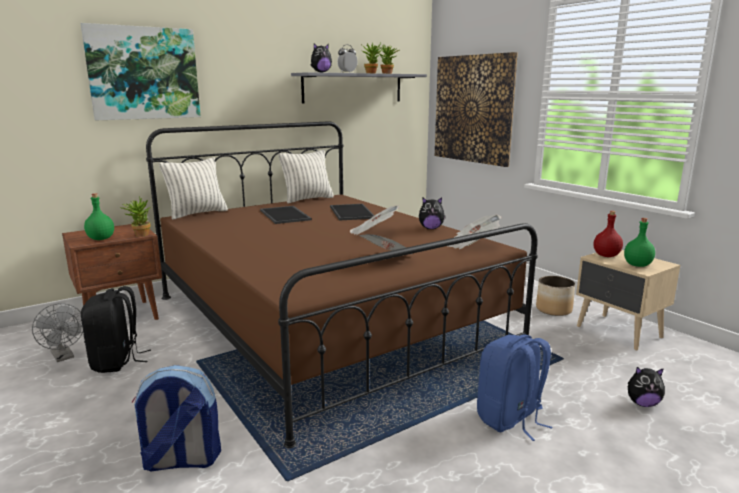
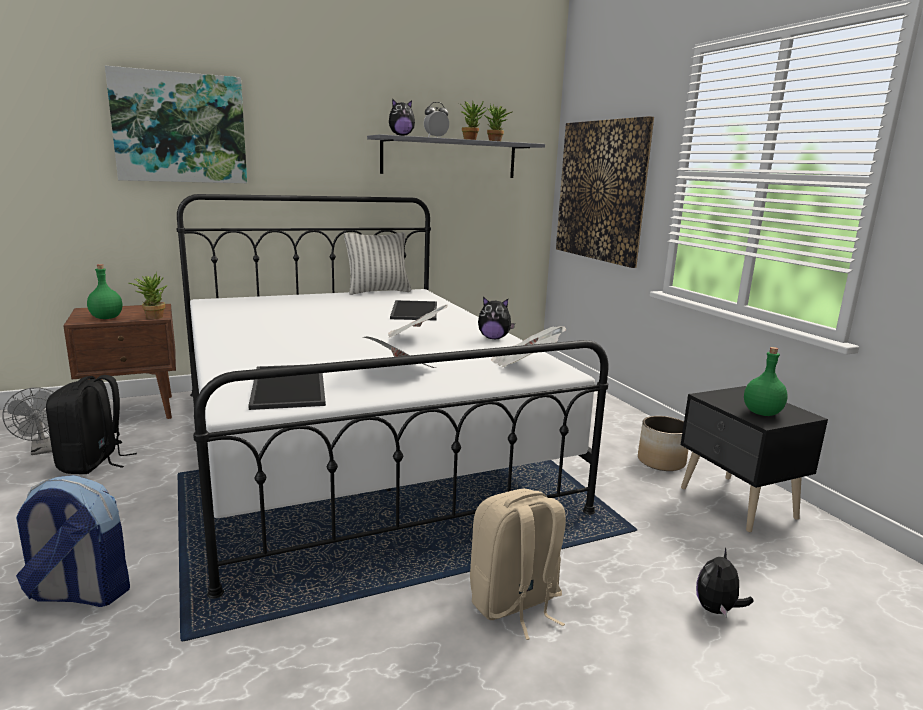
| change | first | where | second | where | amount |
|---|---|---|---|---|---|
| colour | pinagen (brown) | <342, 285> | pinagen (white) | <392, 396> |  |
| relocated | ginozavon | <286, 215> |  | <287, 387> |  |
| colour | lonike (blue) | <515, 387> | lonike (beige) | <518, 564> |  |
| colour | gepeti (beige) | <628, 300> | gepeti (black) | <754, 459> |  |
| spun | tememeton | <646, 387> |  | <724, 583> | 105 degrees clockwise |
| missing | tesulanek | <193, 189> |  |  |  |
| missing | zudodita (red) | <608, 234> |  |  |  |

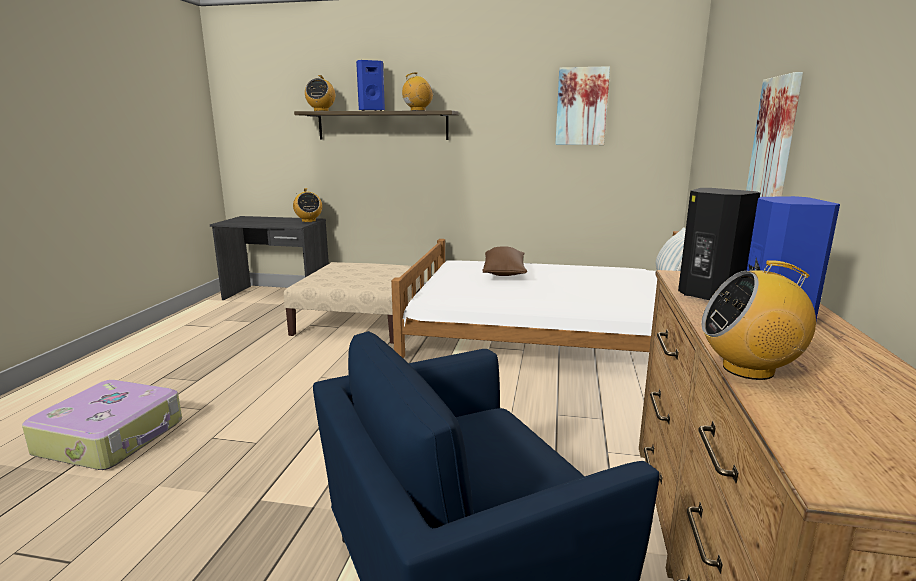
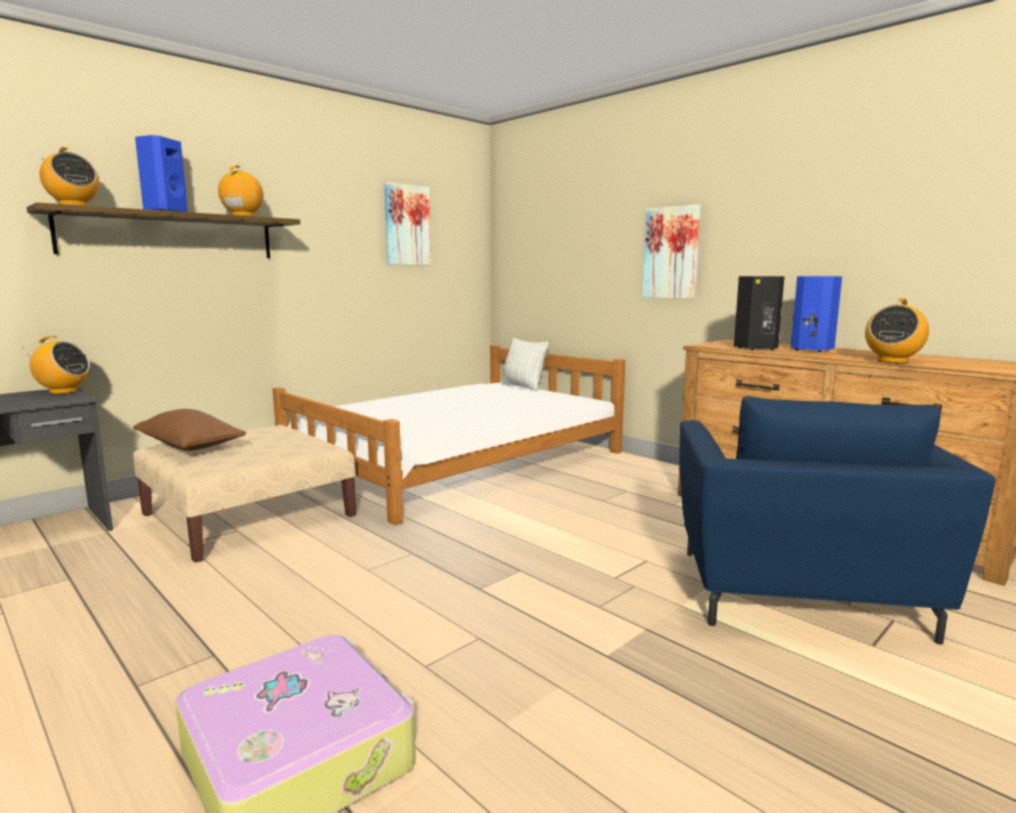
| change | first | where | second | where | amount |
|---|---|---|---|---|---|
| relocated | tesulanek (brown) | <505, 261> |  | <189, 430> |  |

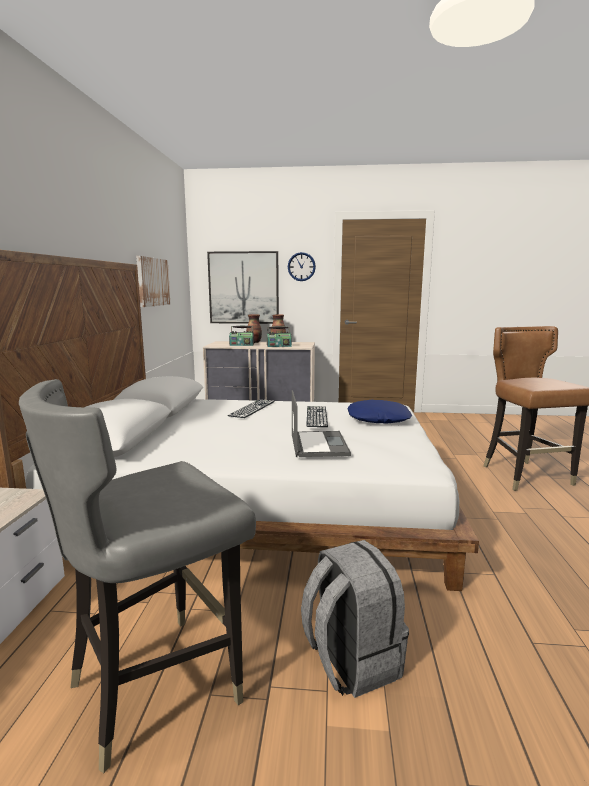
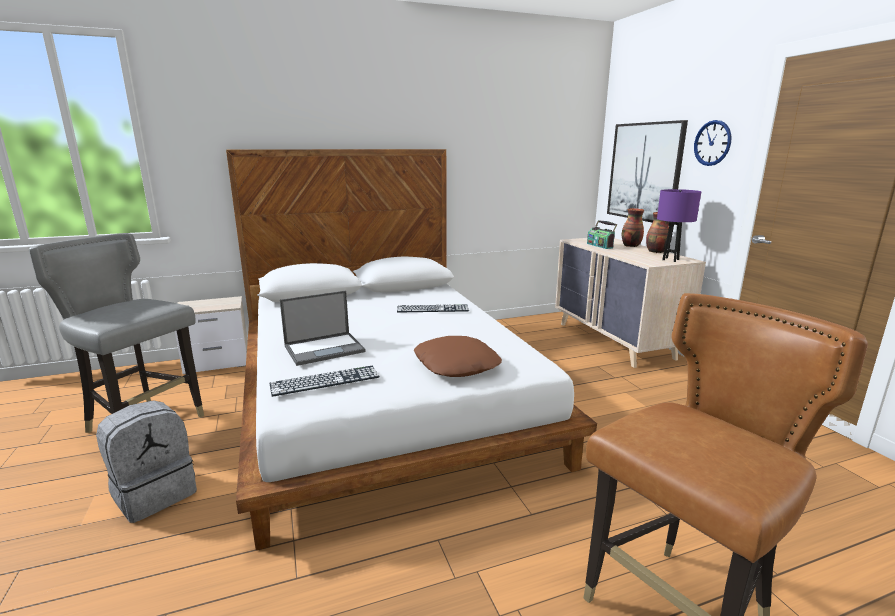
| change | first | where | second | where | amount |
|---|---|---|---|---|---|
| relocated | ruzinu | <317, 416> |  | <325, 381> |  |
| colour | tesulanek (blue) | <379, 412> | tesulanek (brown) | <458, 356> |  |
| appeared |  |  | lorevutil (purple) | <679, 225> |  |
| missing | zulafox | <153, 281> |  |  |  |
| missing | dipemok | <279, 336> |  |  |  |

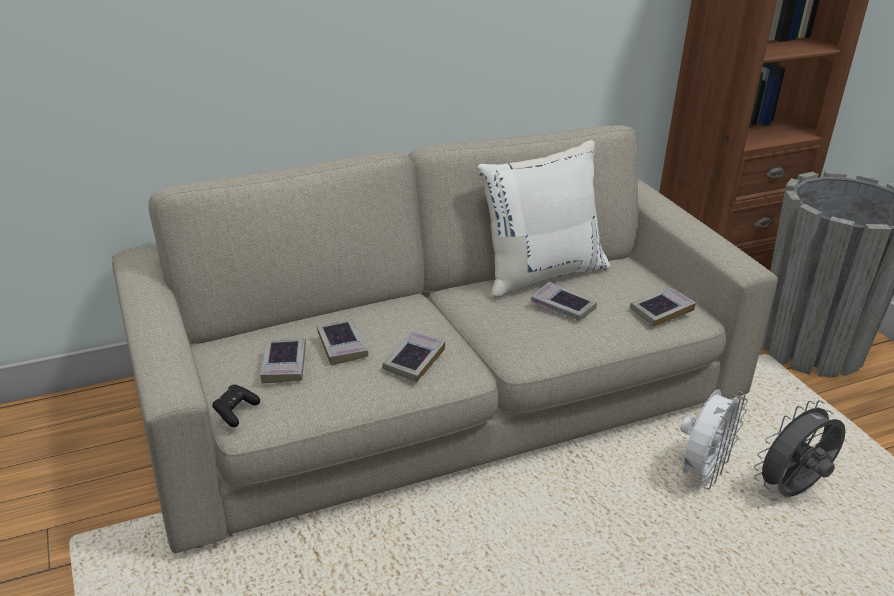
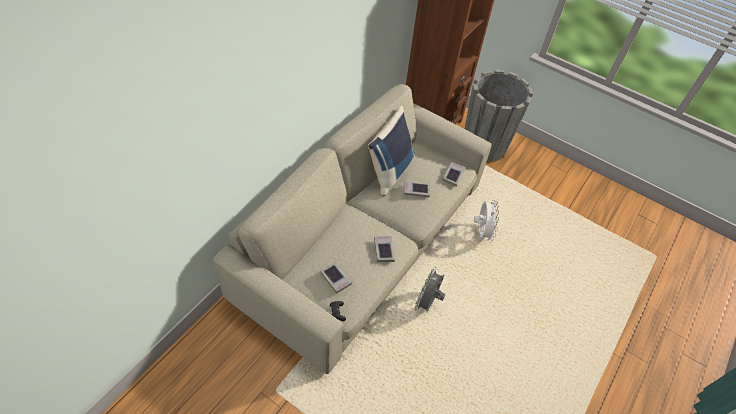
| change | first | where | second | where | amount |
|---|---|---|---|---|---|
| colour | tesulanek (white) | <544, 219> | tesulanek (blue) | <391, 150> |  |
| relocated | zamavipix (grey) | <800, 448> |  | <430, 290> |  |
| missing | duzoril | <343, 342> |  |  |  |

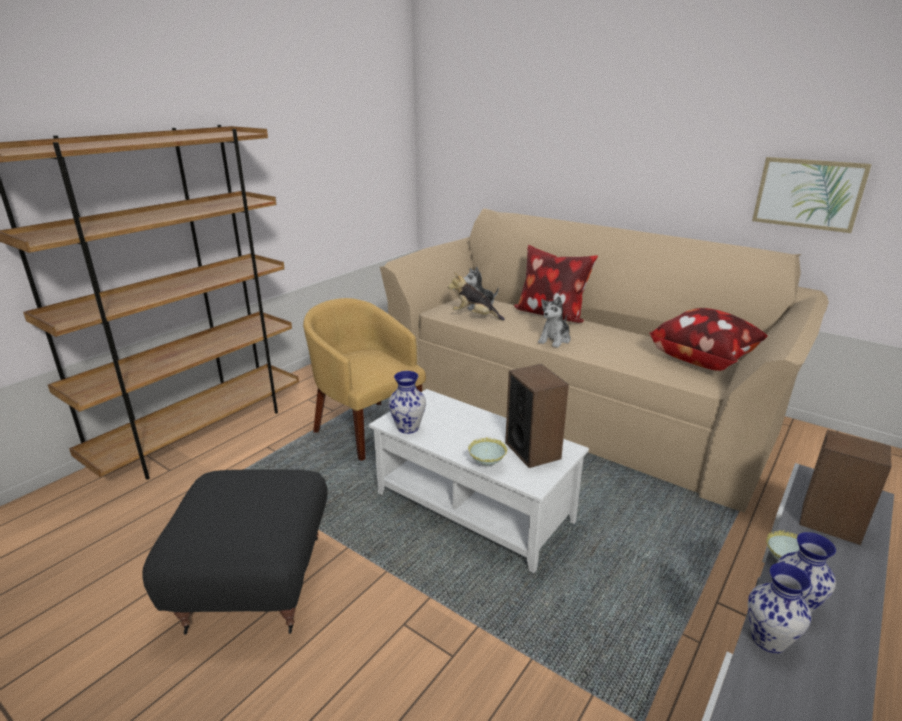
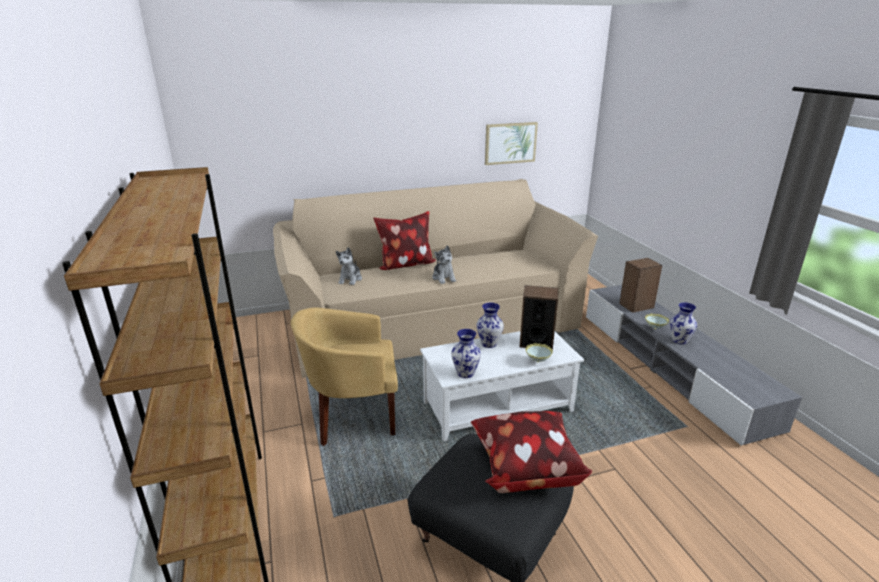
| change | first | where | second | where | amount |
|---|---|---|---|---|---|
| relocated | tesulanek | <708, 339> |  | <531, 452> |  |
| relocated | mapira | <779, 608> |  | <490, 325> |  |
| missing | tememeton | <476, 296> |  |  |  |

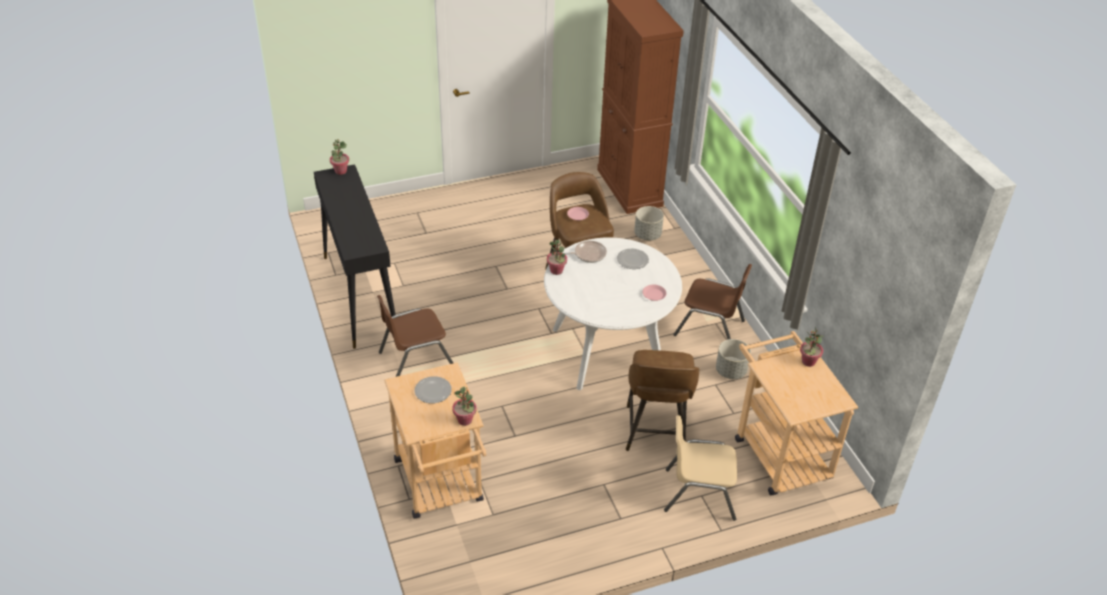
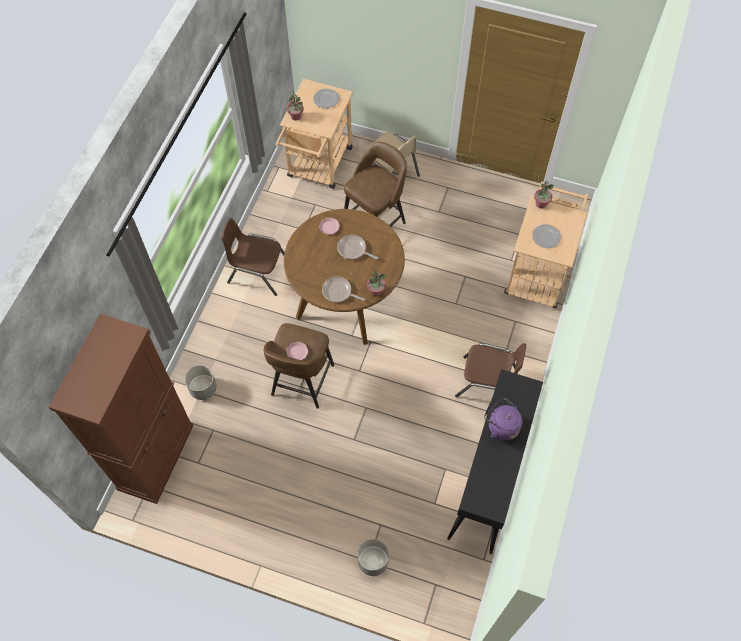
| change | first | where | second | where | amount |
|---|---|---|---|---|---|
| spun | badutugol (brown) | <712, 301> |  | <253, 257> | 45 degrees counterclockwise |
| colour | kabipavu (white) | <613, 313> | kabipavu (brown) | <344, 277> |  |
| relocated | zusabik | <633, 259> |  | <326, 99> |  |
| appeared |  |  | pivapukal | <357, 247> |  |
| relocated | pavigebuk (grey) | <733, 359> |  | <373, 557> |  |
| appeared |  |  | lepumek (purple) | <503, 419> |  |
| missing | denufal | <339, 157> |  |  |  |

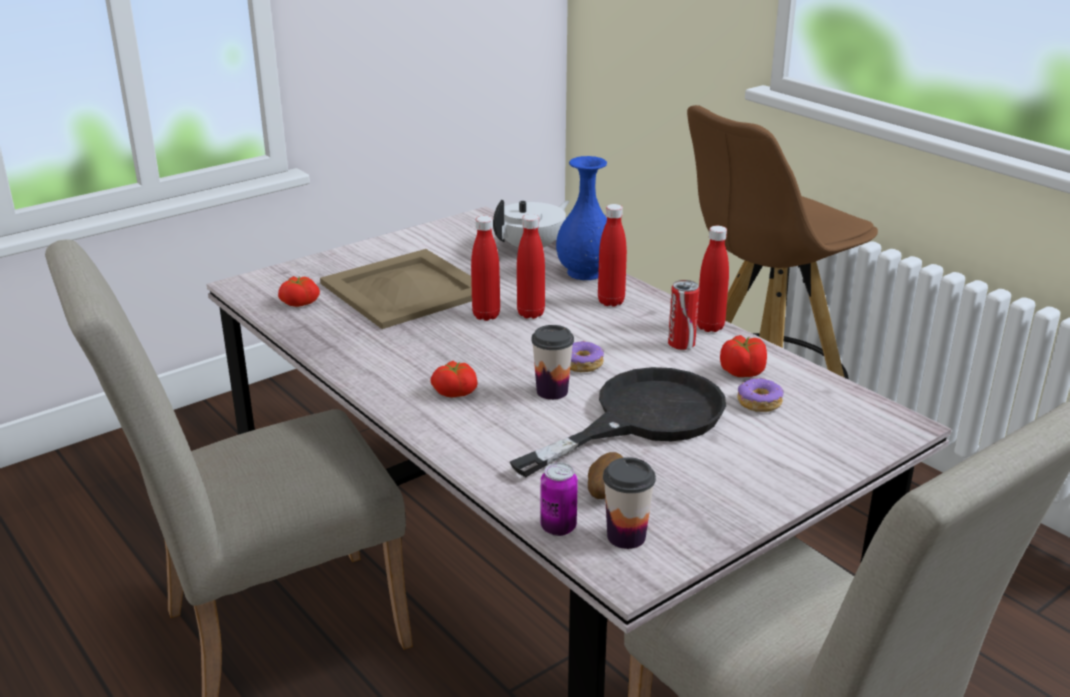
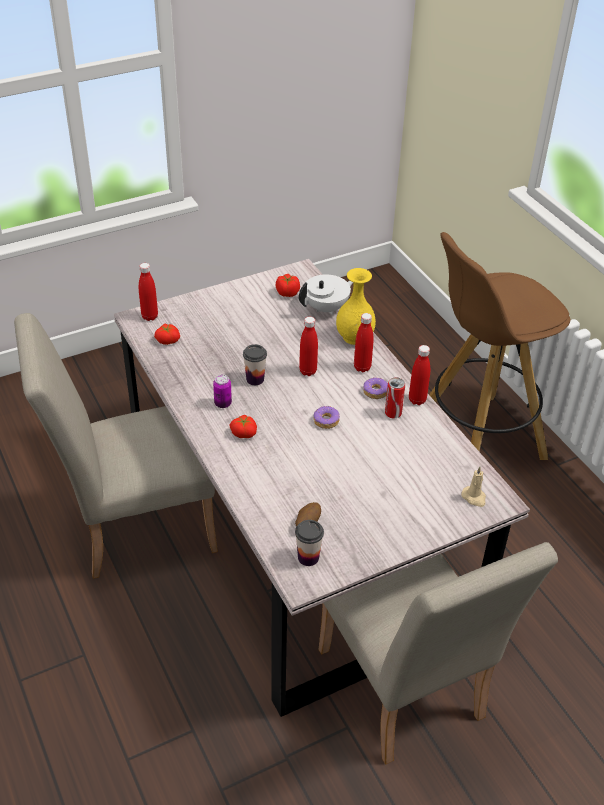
| change | first | where | second | where | amount |
|---|---|---|---|---|---|
| relocated | zudodita (red) | <485, 268> |  | <148, 292> |  |
| relocated | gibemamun | <559, 499> |  | <222, 391> |  |
| relocated | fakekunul | <552, 362> |  | <255, 364> |  |
| relocated | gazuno | <743, 356> |  | <288, 285> |  |
| colour | mapira (blue) | <581, 218> | mapira (yellow) | <356, 306> |  |
| relocated | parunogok | <760, 395> |  | <375, 388> |  |
| appeared |  |  | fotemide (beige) | <473, 487> |  |
| missing | ginozavon (beige) | <396, 289> |  |  |  |
| missing | pivapukal (black) | <618, 422> |  |  |  |

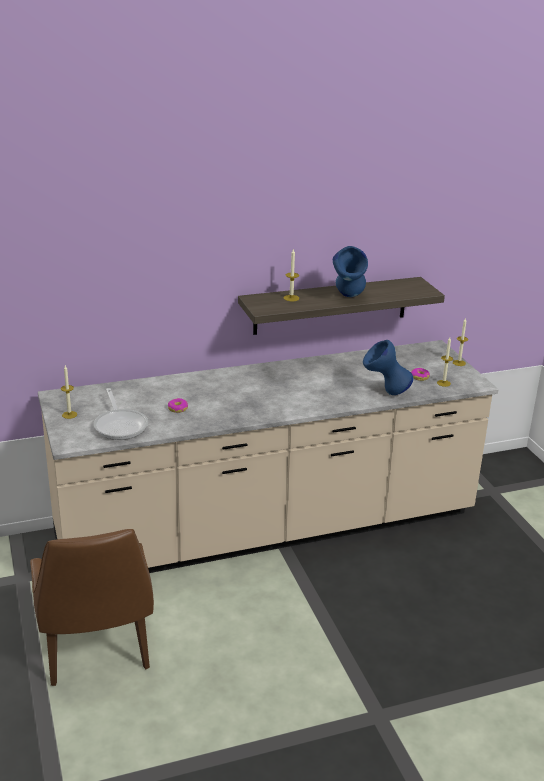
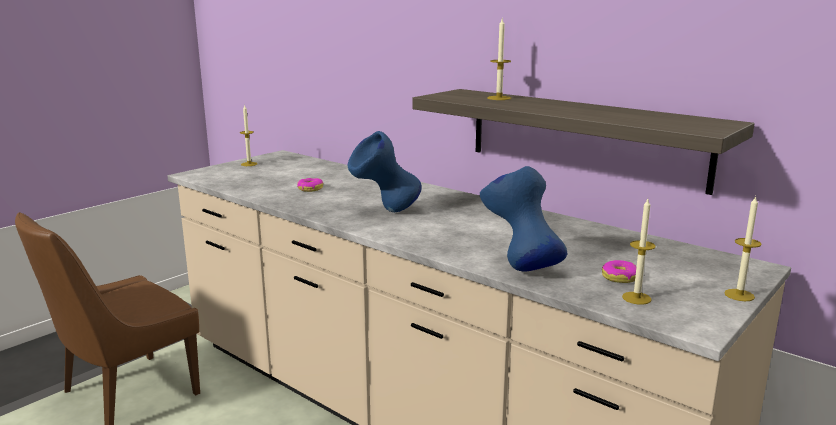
| change | first | where | second | where | amount |
|---|---|---|---|---|---|
| relocated | mapira (blue) | <350, 271> |  | <385, 171> |  |
| missing | pivapukal | <120, 414> |  |  |  |

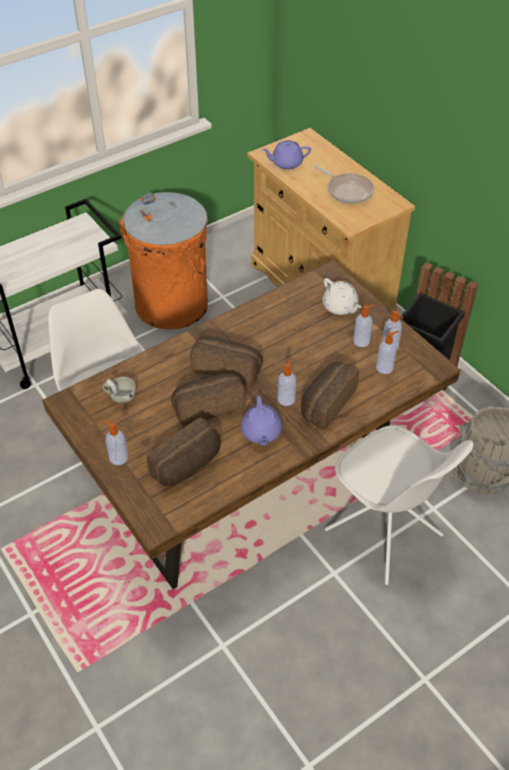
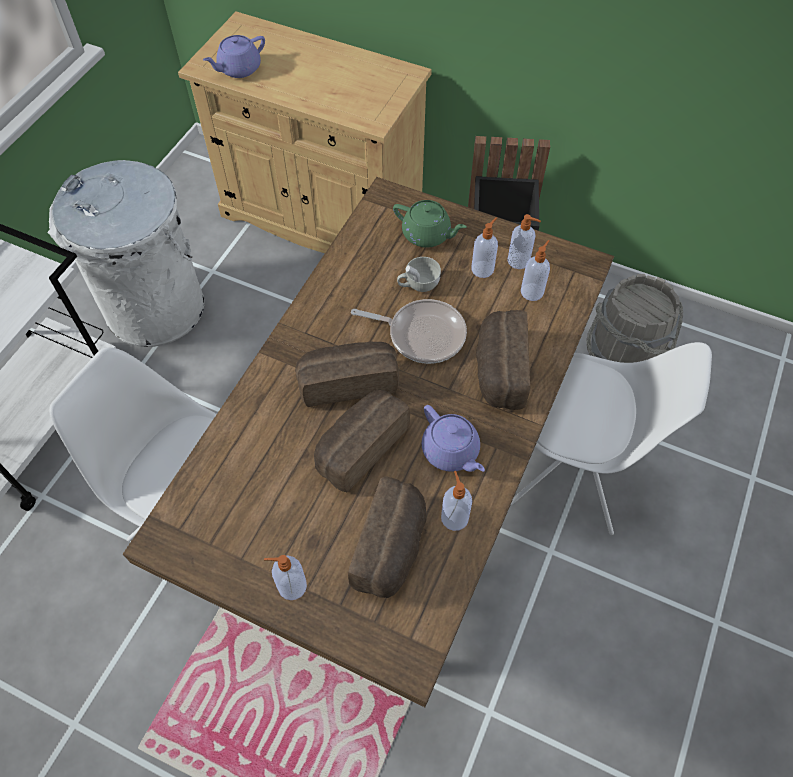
| change | first | where | second | where | amount |
|---|---|---|---|---|---|
| colour | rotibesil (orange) | <163, 260> | rotibesil (white) | <126, 253> |  |
| relocated | pivapukal | <344, 184> |  | <409, 331> |  |
| colour | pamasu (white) | <341, 296> | pamasu (green) | <430, 224> |  |
| relocated | fakekunul (white) | <119, 390> |  | <419, 274> |  |
| relocated | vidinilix | <287, 382> |  | <456, 501> |  |

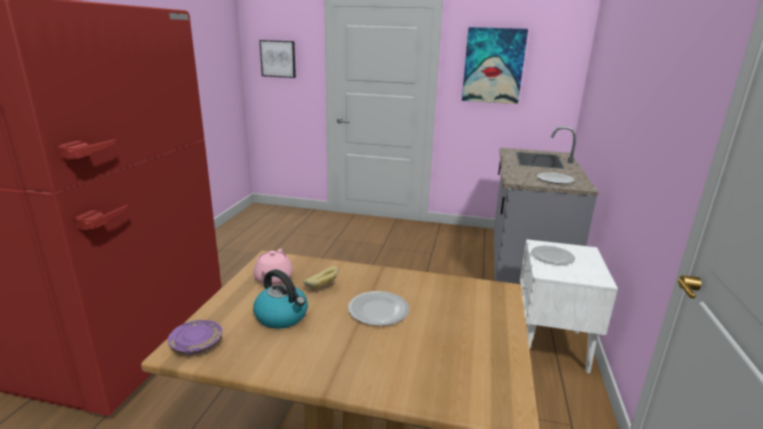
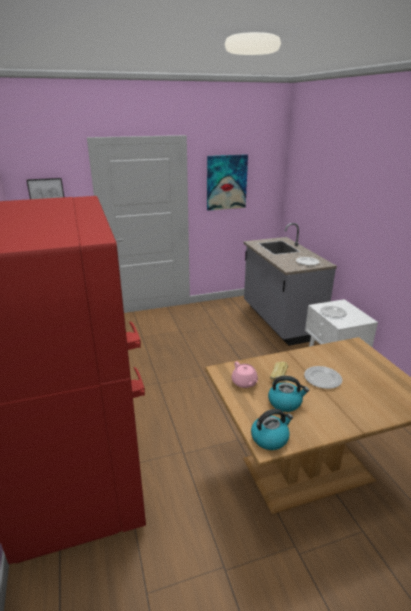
| change | first | where | second | where | amount |
|---|---|---|---|---|---|
| exchanged | zusabik (purple) | <195, 337> | lepumek | <272, 429> |  |

